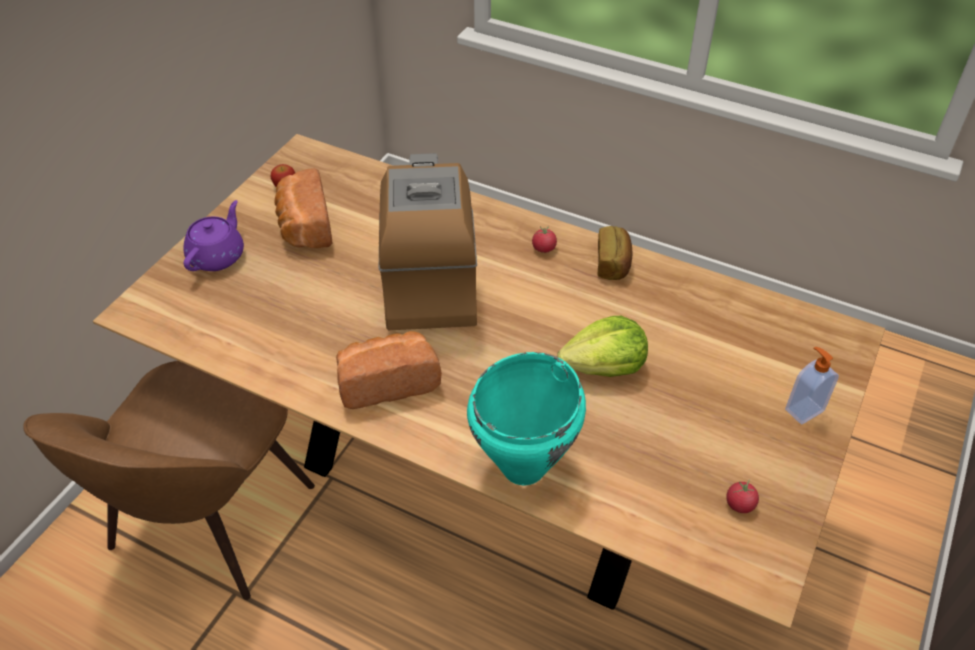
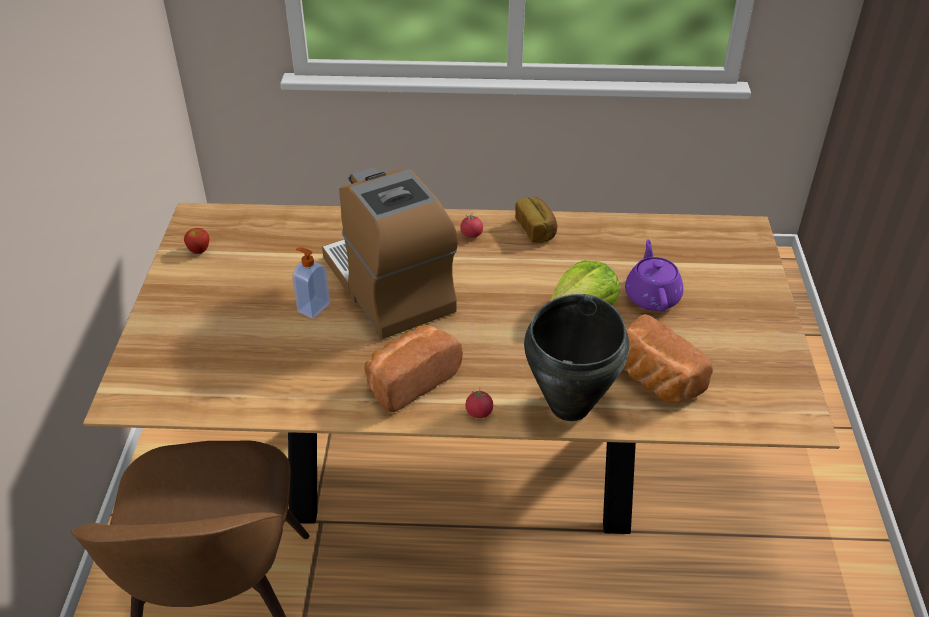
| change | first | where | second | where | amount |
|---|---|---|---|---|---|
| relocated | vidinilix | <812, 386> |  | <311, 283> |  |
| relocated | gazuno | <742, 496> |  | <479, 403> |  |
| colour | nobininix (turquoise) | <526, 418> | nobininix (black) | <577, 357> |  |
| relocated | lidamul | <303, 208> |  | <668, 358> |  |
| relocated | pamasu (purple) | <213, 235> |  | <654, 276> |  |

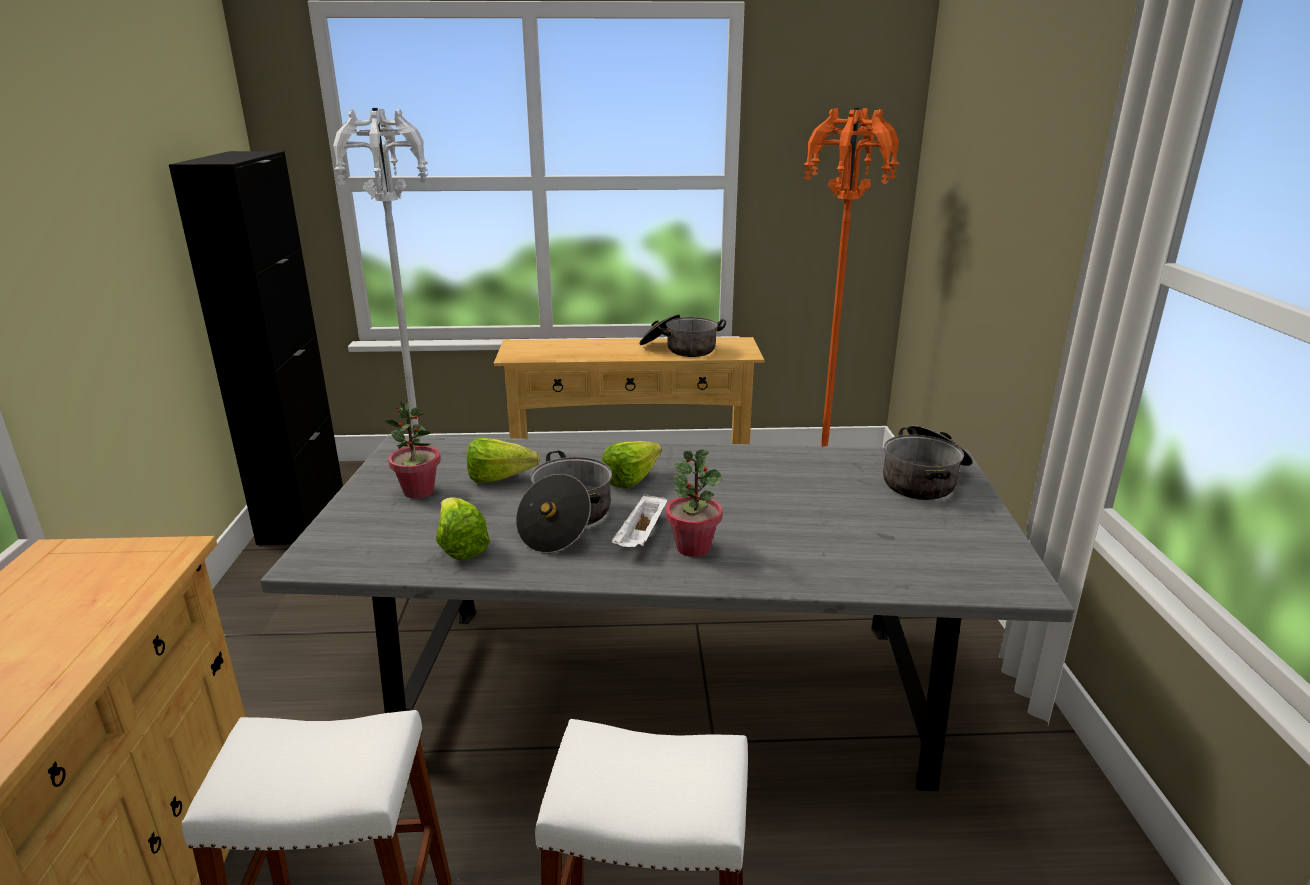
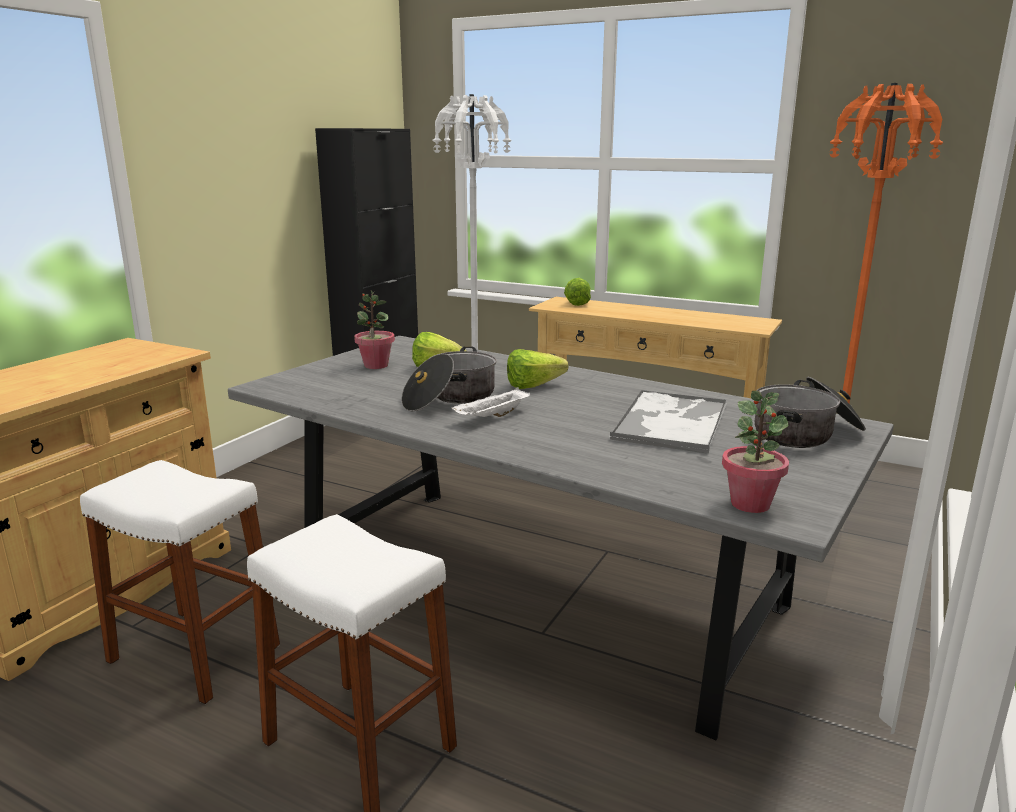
| change | first | where | second | where | amount |
|---|---|---|---|---|---|
| relocated | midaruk | <463, 528> |  | <577, 292> |  |
| appeared |  |  | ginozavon | <668, 422> |  |
| relocated | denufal | <694, 503> |  | <755, 452> |  |
| missing | nobininix | <682, 335> |  |  |  |

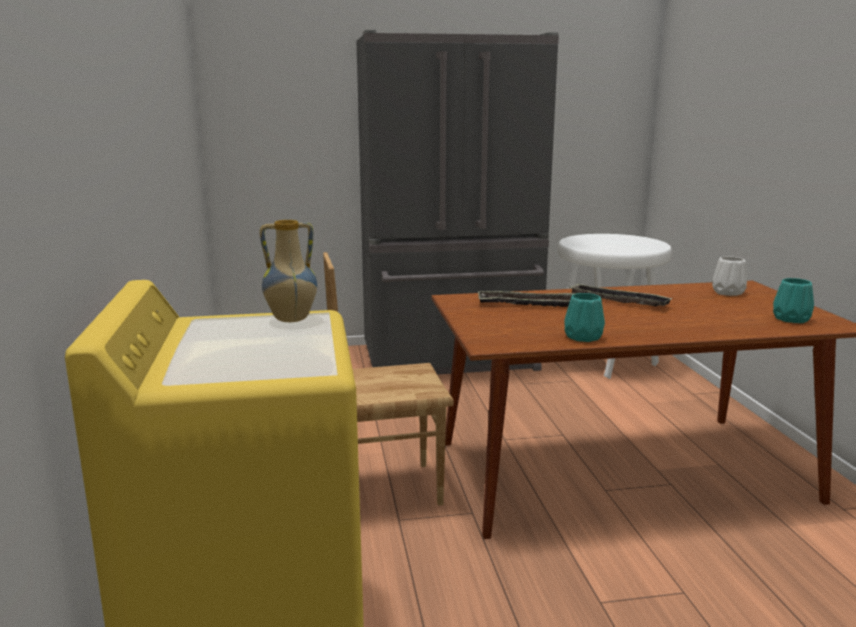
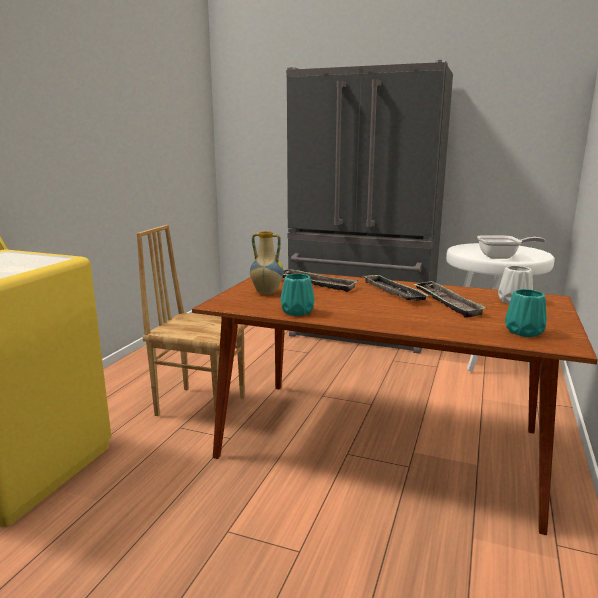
| change | first | where | second | where | amount |
|---|---|---|---|---|---|
| relocated | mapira | <288, 271> |  | <266, 263> |  |
| appeared |  |  | ginozavon | <450, 299> |  |
| appeared |  |  | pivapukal | <511, 247> |  |

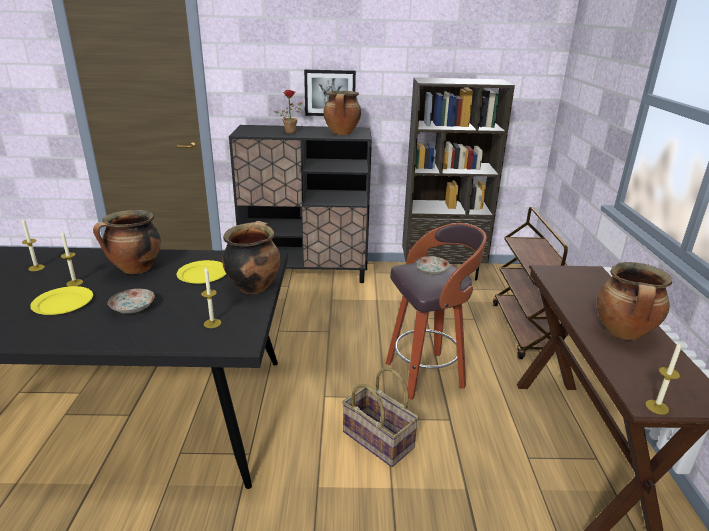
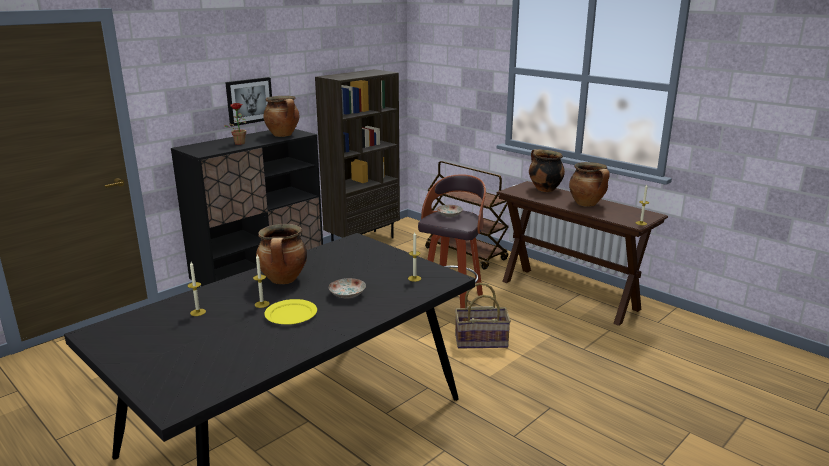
| change | first | where | second | where | amount |
|---|---|---|---|---|---|
| relocated | nobininix | <251, 257> |  | <547, 170> |  |
| missing | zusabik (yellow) | <201, 272> |  |  |  |

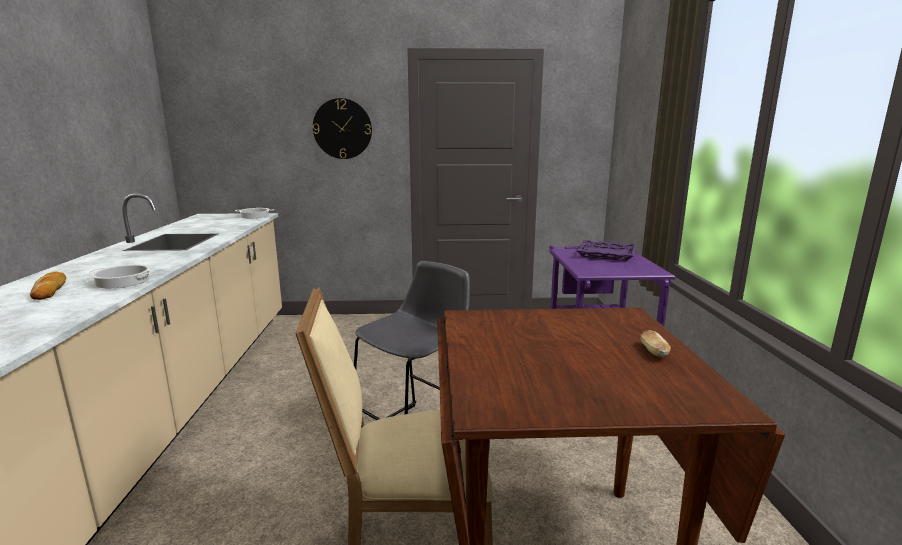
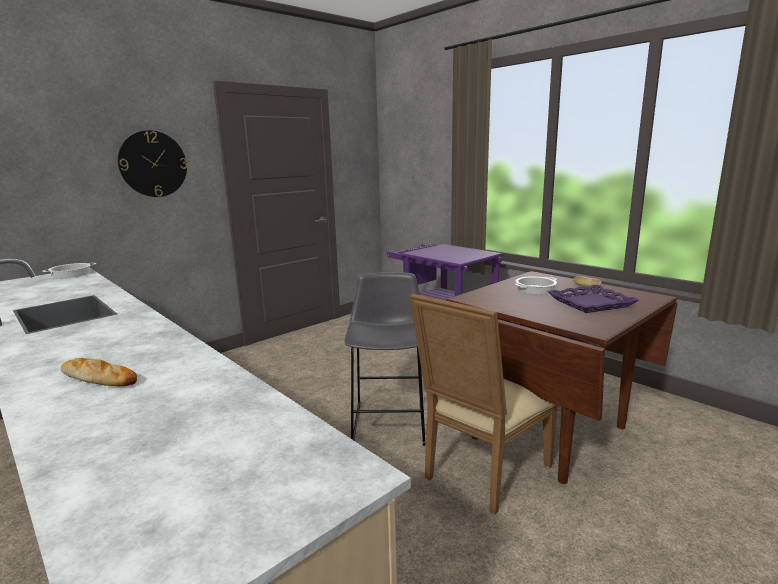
| change | first | where | second | where | amount |
|---|---|---|---|---|---|
| relocated | nobininix | <122, 276> |  | <536, 285> |  |
| relocated | ginozavon (purple) | <606, 250> |  | <593, 299> |  |

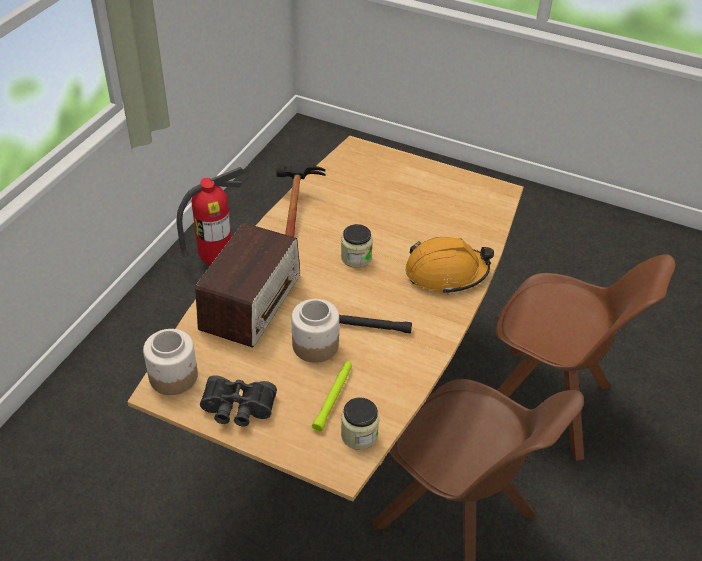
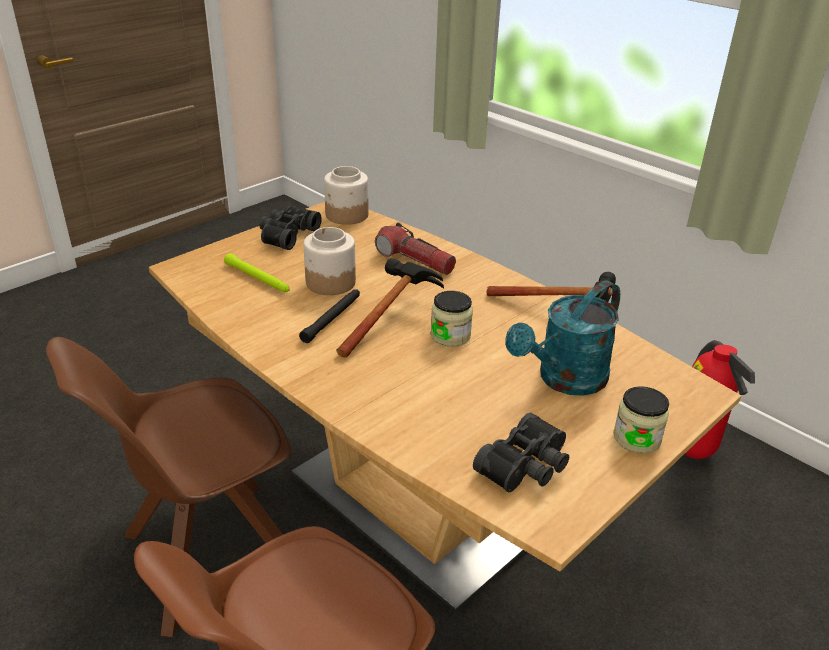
| change | first | where | second | where | amount |
|---|---|---|---|---|---|
| appeared |  |  | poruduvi | <390, 308> |  |
| exchanged | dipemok | <248, 285> | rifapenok | <415, 249> |  |
| appeared |  |  | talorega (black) | <521, 452> |  |
| appeared |  |  | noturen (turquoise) | <562, 338> |  |
| relocated | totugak | <360, 423> |  | <641, 420> |  |
| missing | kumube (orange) | <449, 265> |  |  |  |

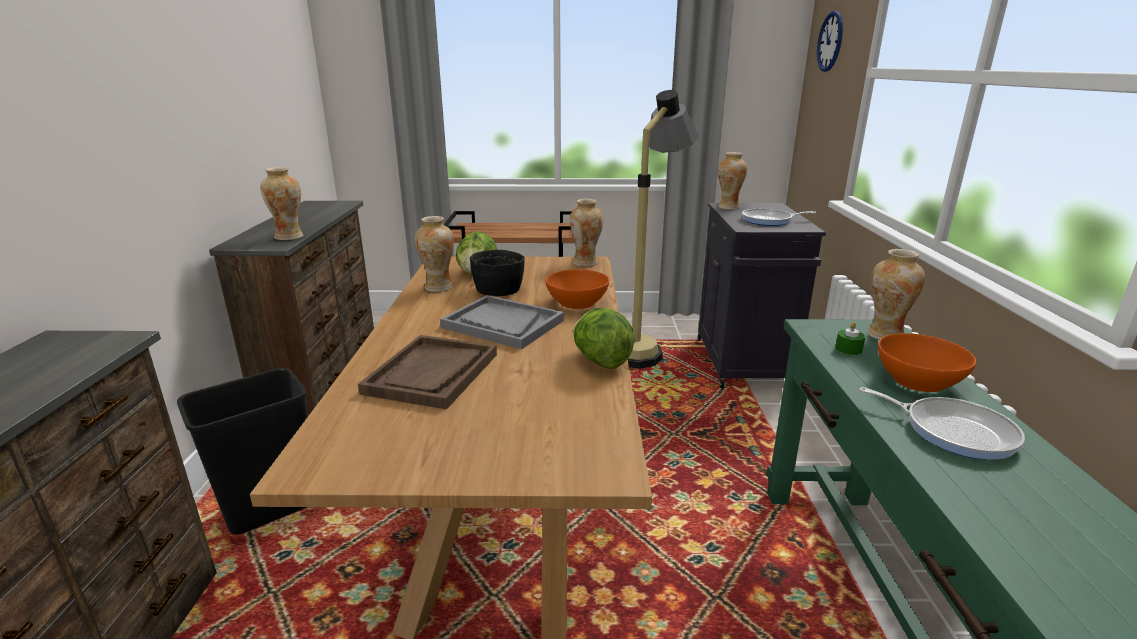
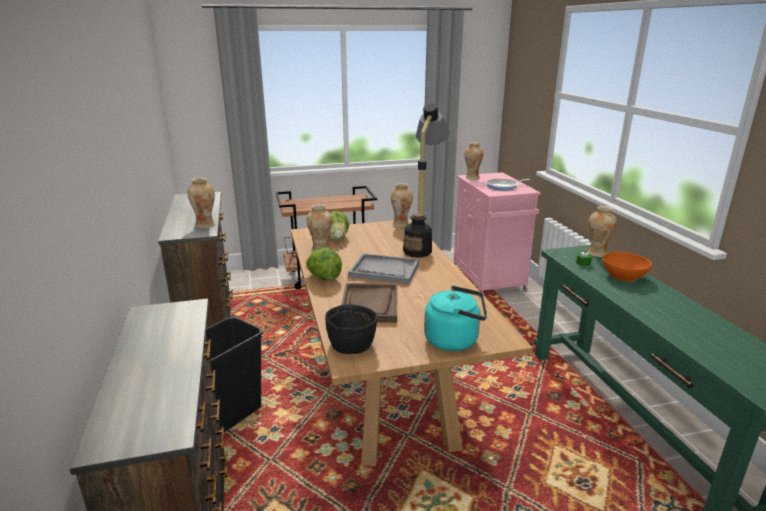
| change | first | where | second | where | amount |
|---|---|---|---|---|---|
| relocated | midaruk | <604, 338> |  | <324, 264> |  |
| relocated | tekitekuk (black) | <497, 273> |  | <351, 329> |  |
| exchanged | tekitekuk (orange) | <577, 289> | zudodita | <417, 235> |  |
| appeared |  |  | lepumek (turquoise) | <455, 318> |  |
| colour | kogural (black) | <762, 295> | kogural (pink) | <497, 233> |  |
| missing | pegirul | <830, 41> |  |  |  |
| missing | pivapukal | <942, 423> |  |  |  |

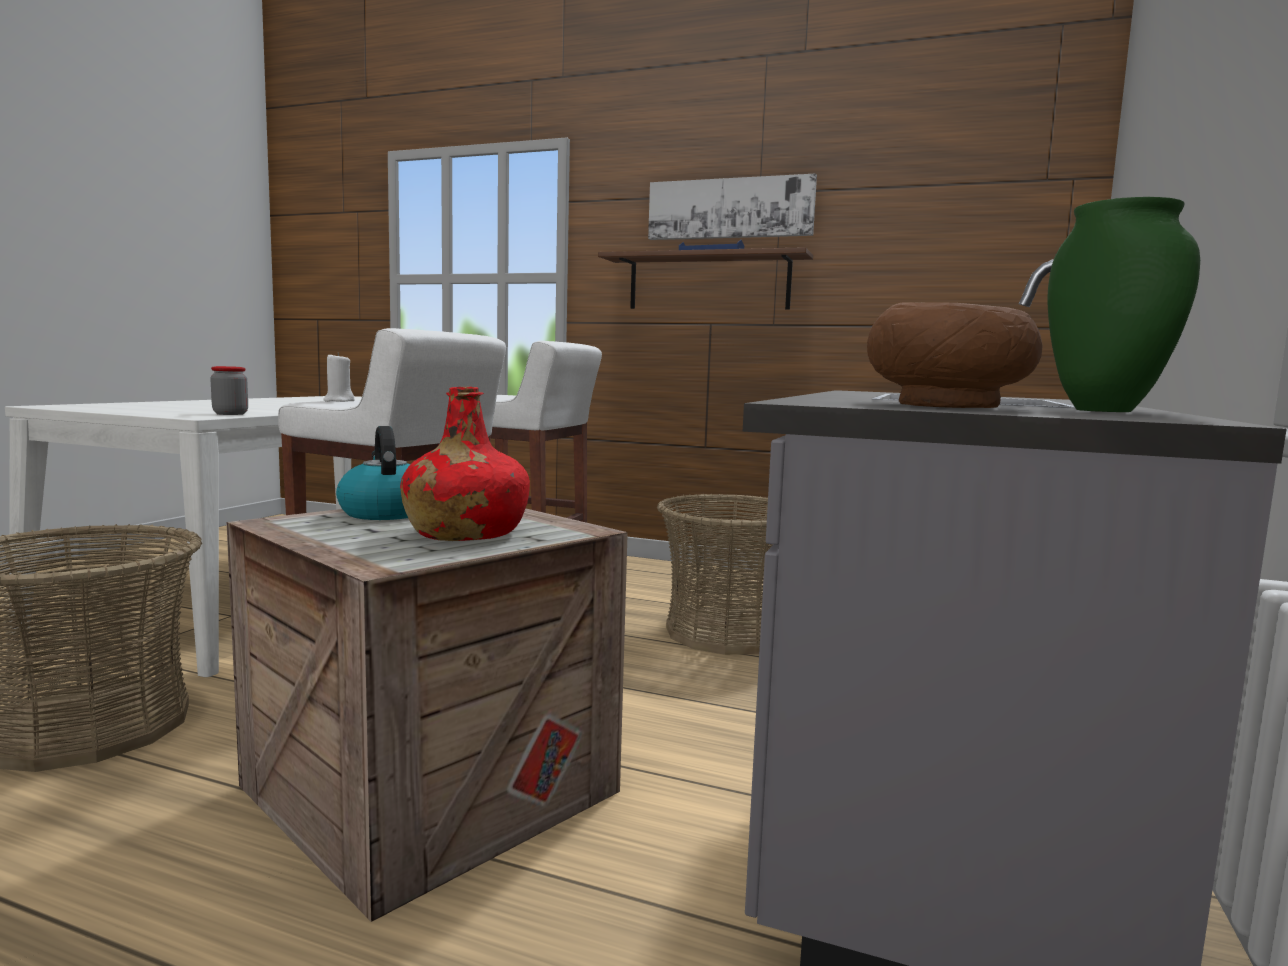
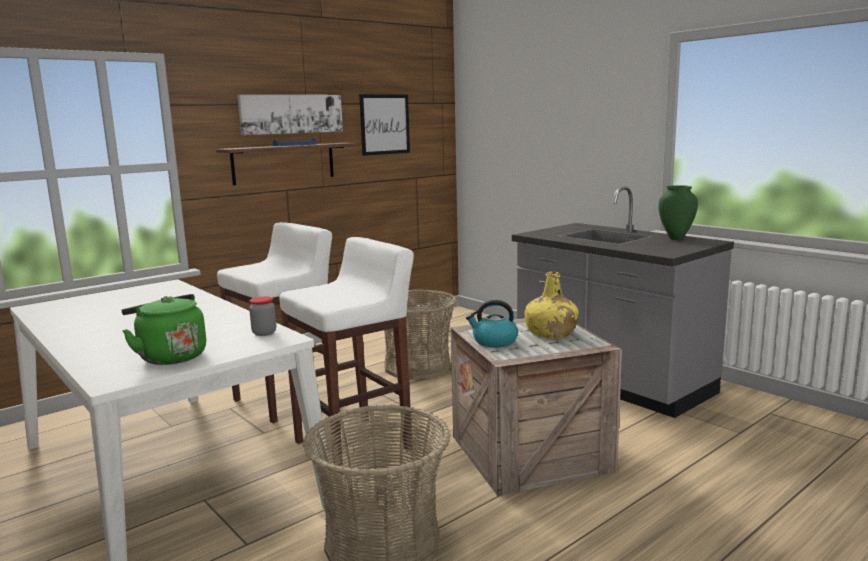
| change | first | where | second | where | amount |
|---|---|---|---|---|---|
| appeared |  |  | lepumek (green) | <164, 329> |  |
| appeared |  |  | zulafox | <384, 125> |  |
| colour | zudodita (red) | <465, 463> | zudodita (yellow) | <552, 304> |  |
| missing | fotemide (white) | <339, 377> |  |  |  |
| missing | tekitekuk (brown) | <954, 355> |  |  |  |

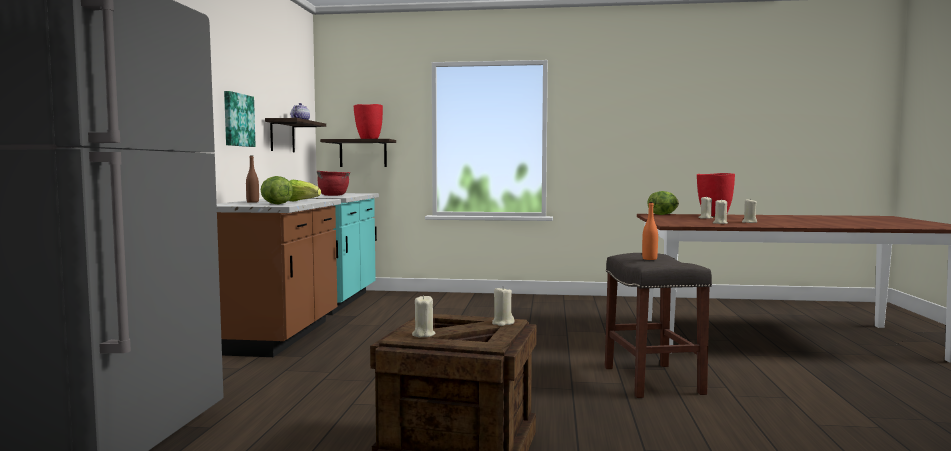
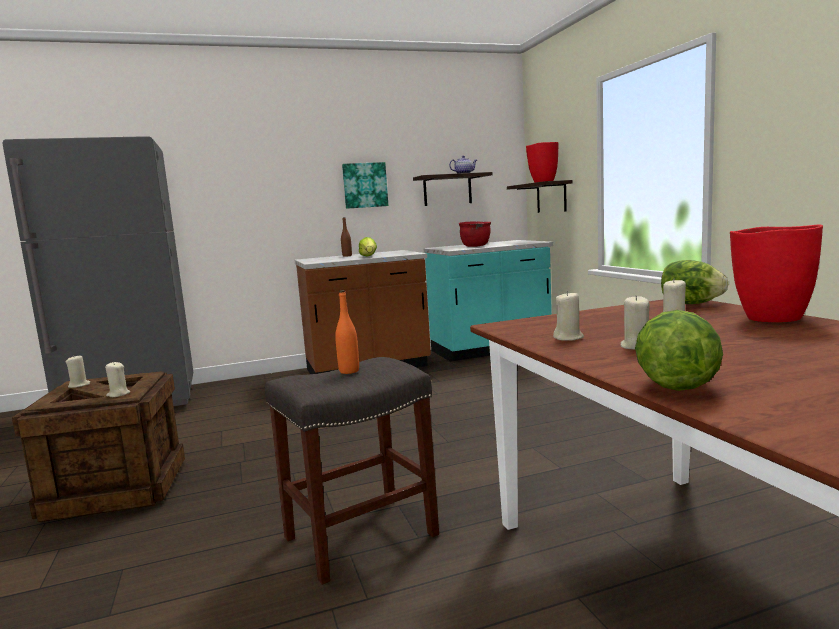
| change | first | where | second | where | amount |
|---|---|---|---|---|---|
| relocated | midaruk | <277, 190> |  | <679, 350> |  |

